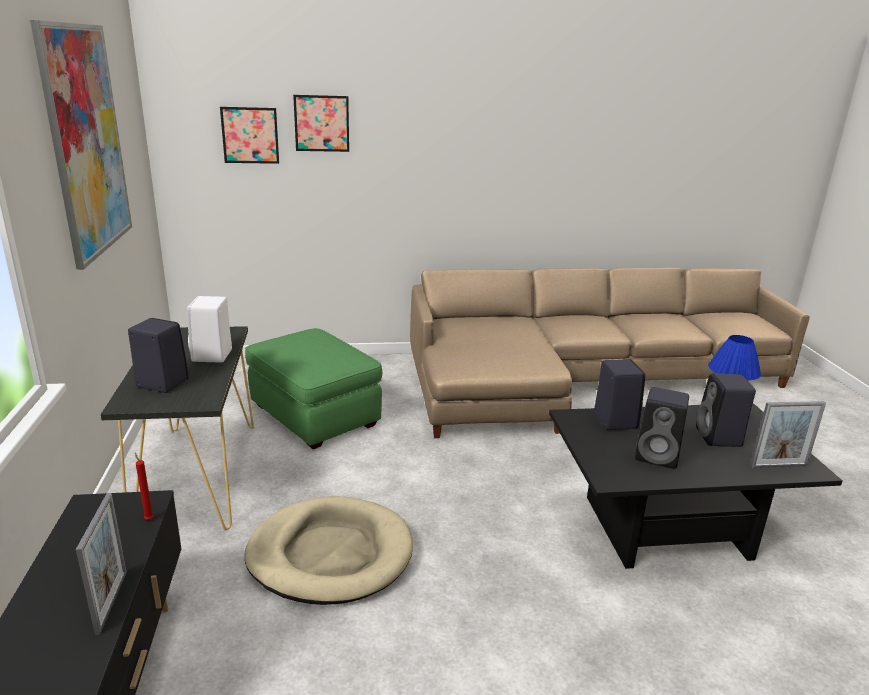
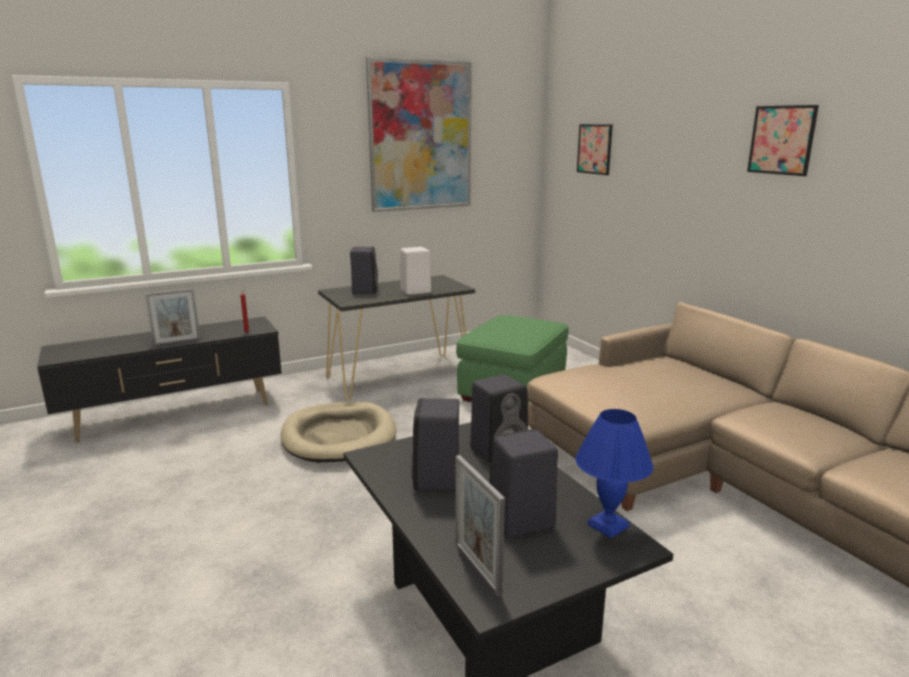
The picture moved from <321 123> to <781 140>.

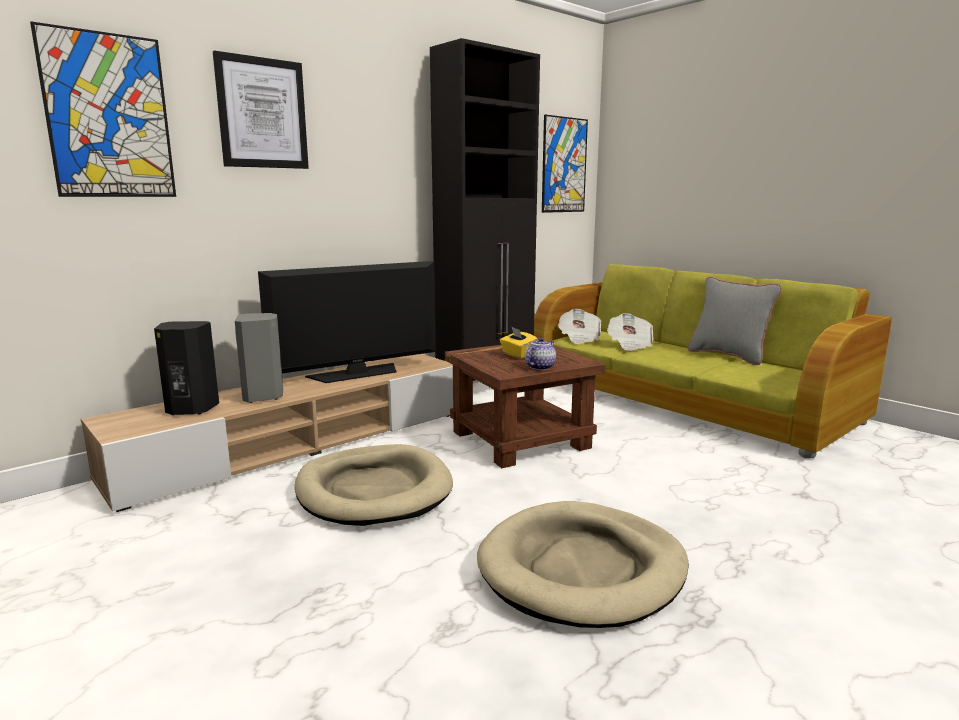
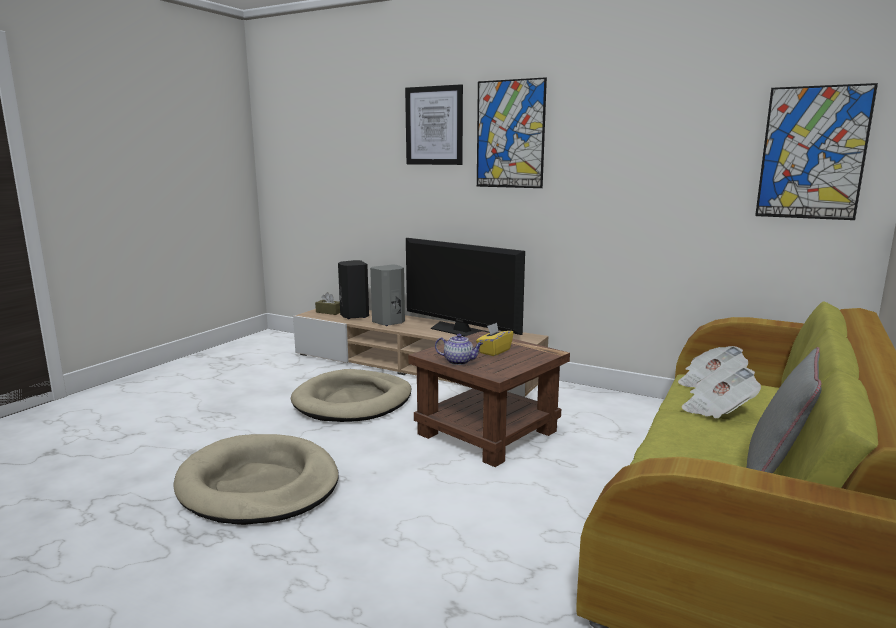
The picture moved from <109 116> to <510 134>.
The cabinet (black) at <486 390> disappeared.
The tissue box (brown) at <329 312> appeared.

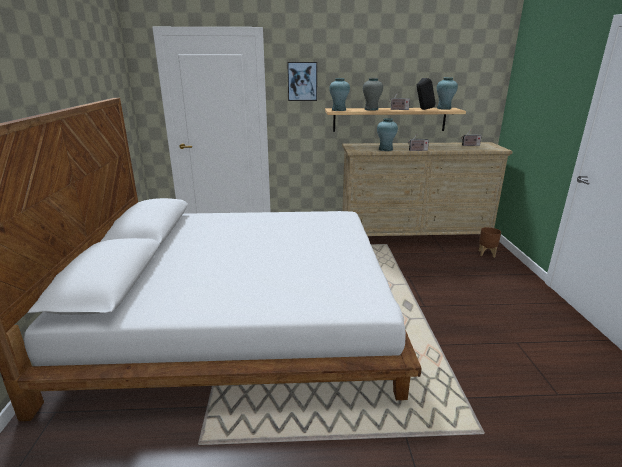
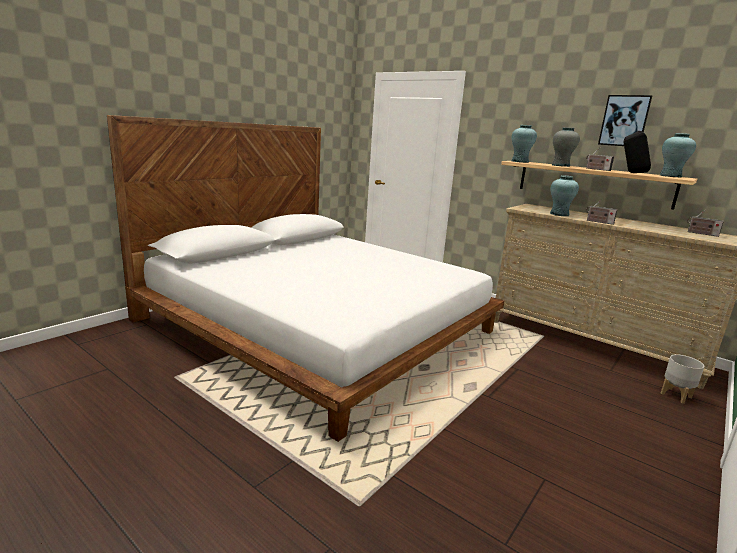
The picture moved from <302 81> to <624 121>.
The planter (brown) at <487 254> became the planter (grey) at <676 395>.

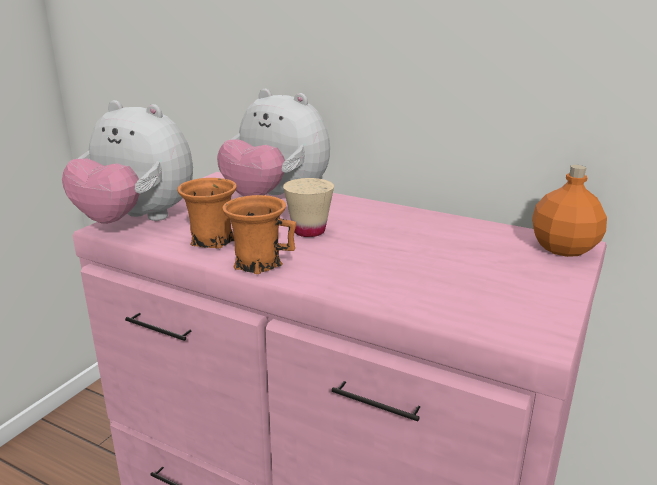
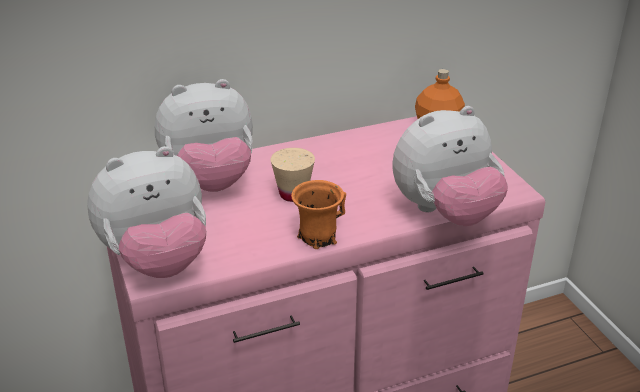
The mug (orange) at <211 240> disappeared.
The plush toy at <445 213> appeared.

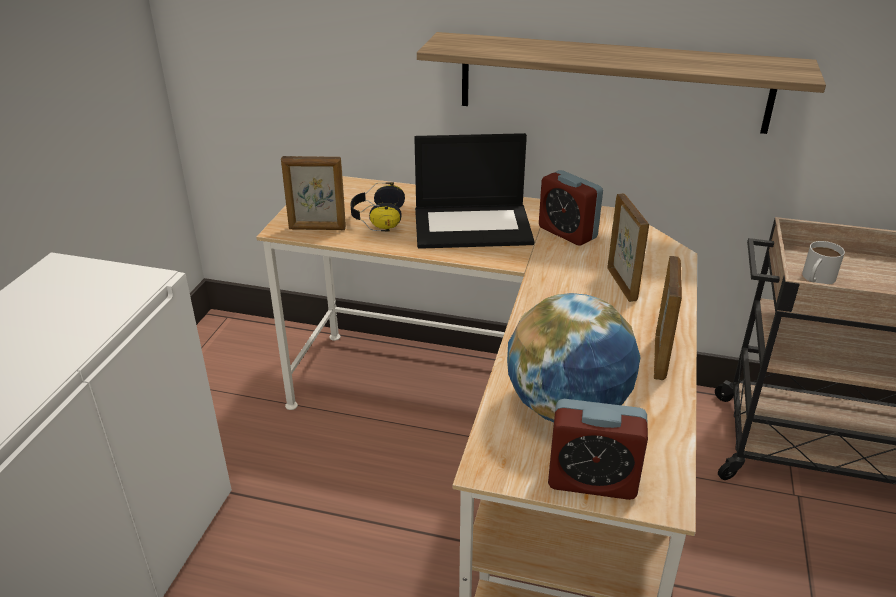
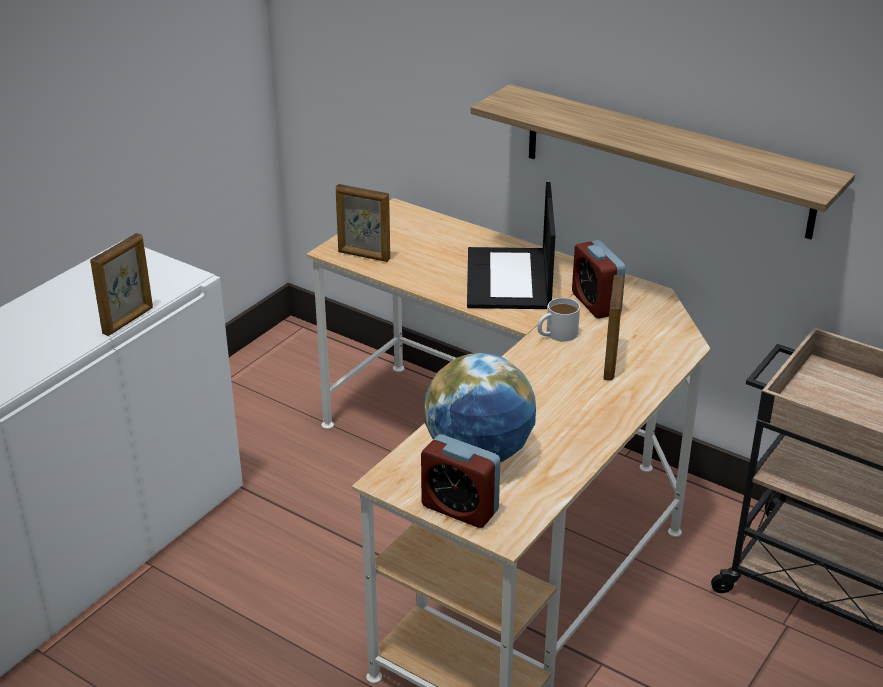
The laptop at <473 226> turned 75 degrees clockwise.
The headphones at <377 218> disappeared.
The mug (white) moved from <816 279> to <556 334>.
The picture frame moved from <660 357> to <129 321>.

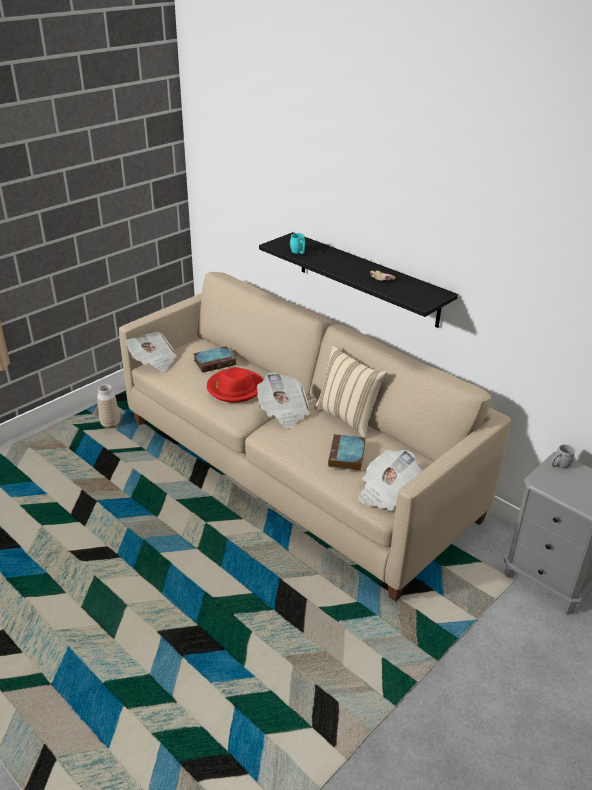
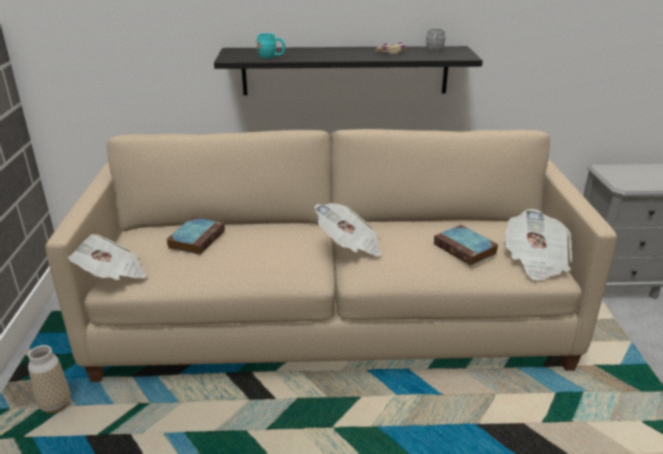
The pillow (beige) at <348 417> disappeared.
The hat (red) at <235 388> disappeared.
The mug (grey) moved from <559 465> to <434 51>.

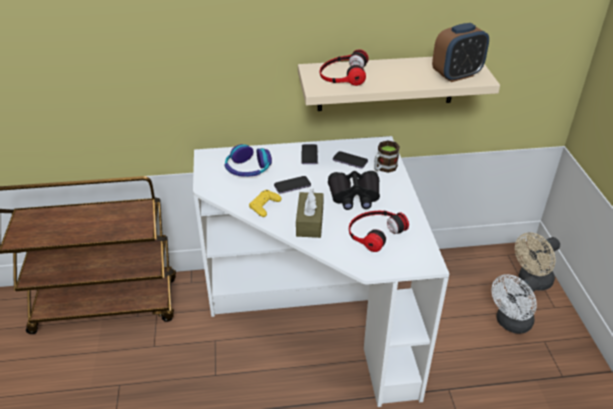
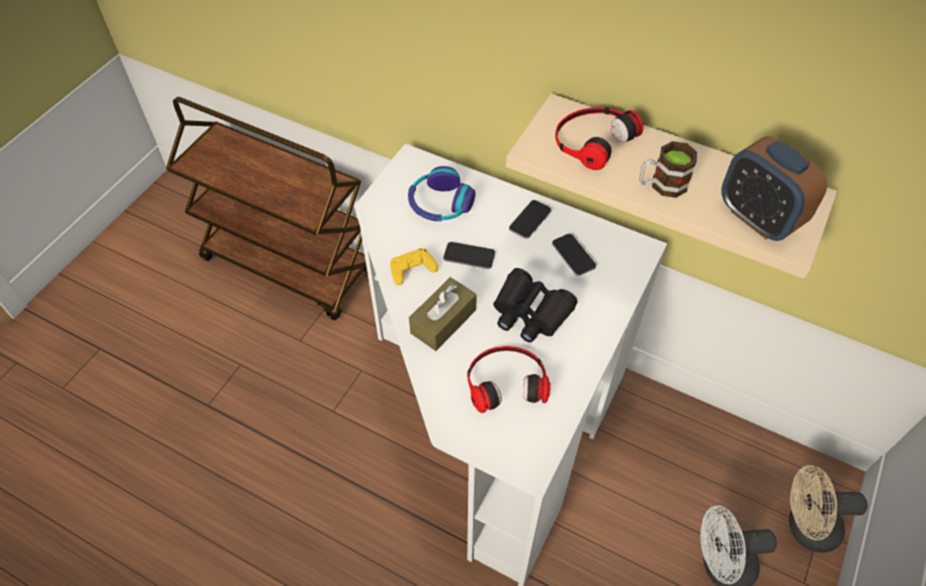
The alarm clock at <456 75> turned 45 degrees clockwise.
The mug moved from <383 168> to <661 185>.

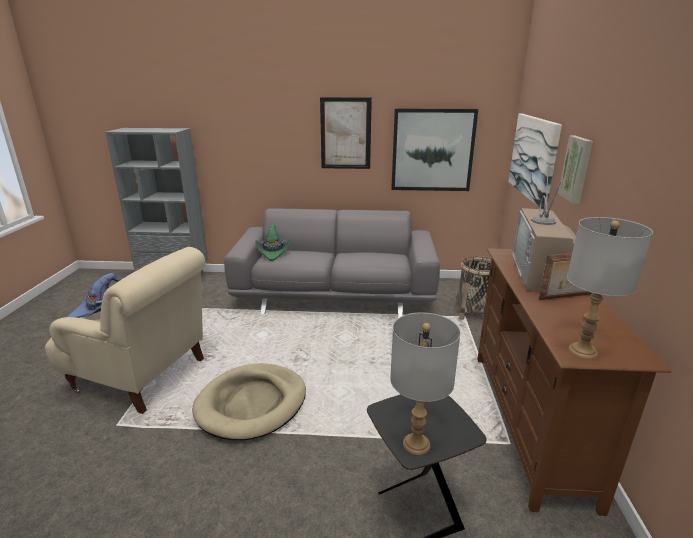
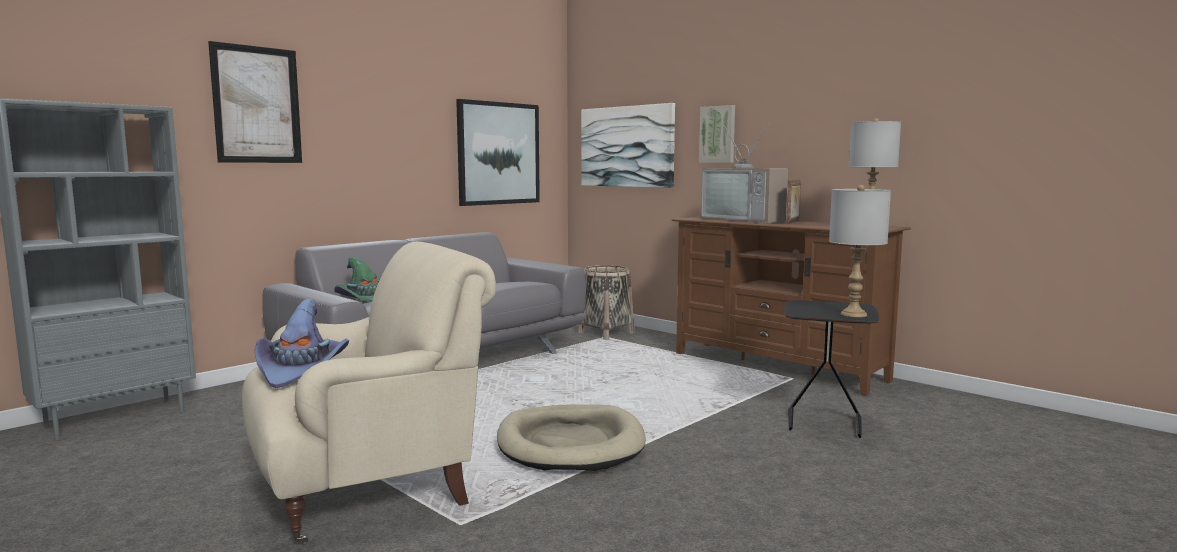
The picture moved from <345 133> to <257 105>.

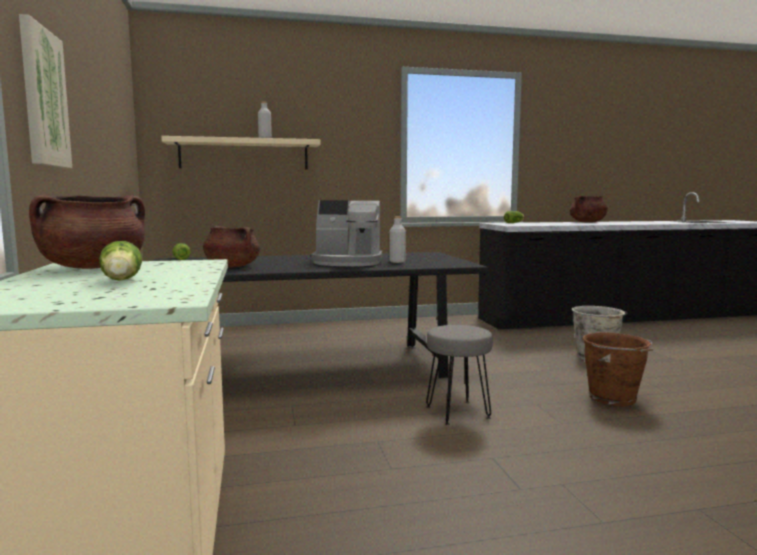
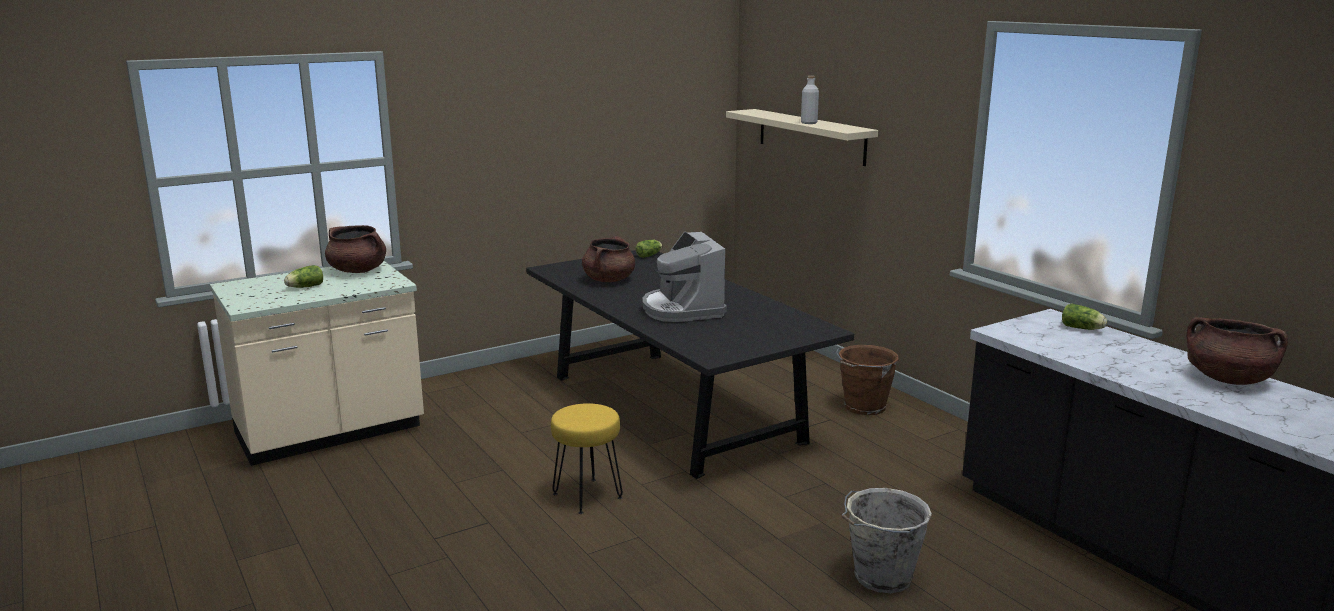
The picture at <43 98> disappeared.
The bottle (grey) at <397 262> disappeared.
The stool (grey) at <457 413> became the stool (yellow) at <586 496>.
The bucket (brown) moved from <614 399> to <863 407>.

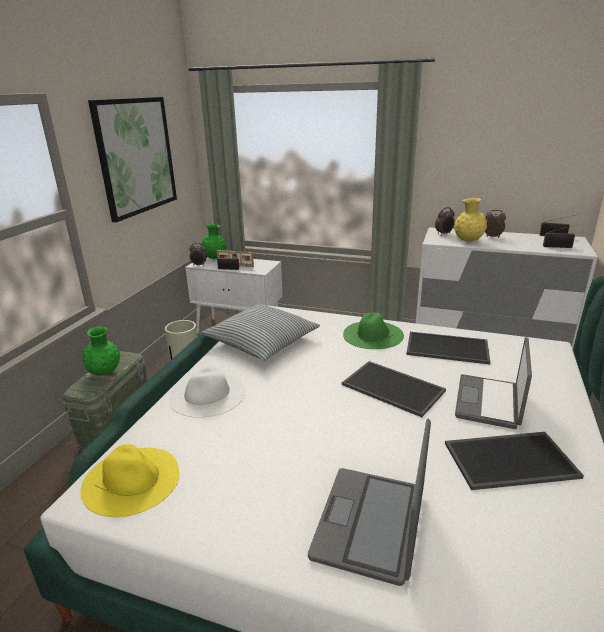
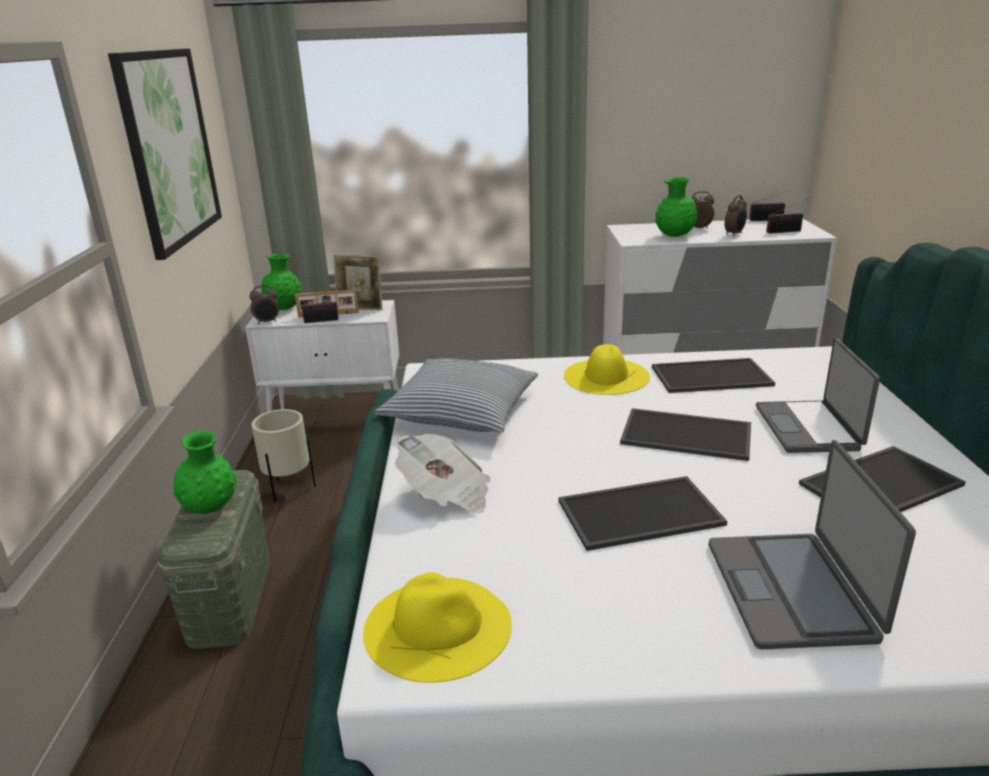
The vase (yellow) at <468 241> became the vase (green) at <674 236>.
The alarm clock moved from <444 234> to <734 234>.
The hat (green) at <373 334> became the hat (yellow) at <606 376>.
The hat (white) at <207 395> was replaced by the newspaper at <446 494>.
The picture frame at <361 309> appeared.
The tray at <639 514> appeared.

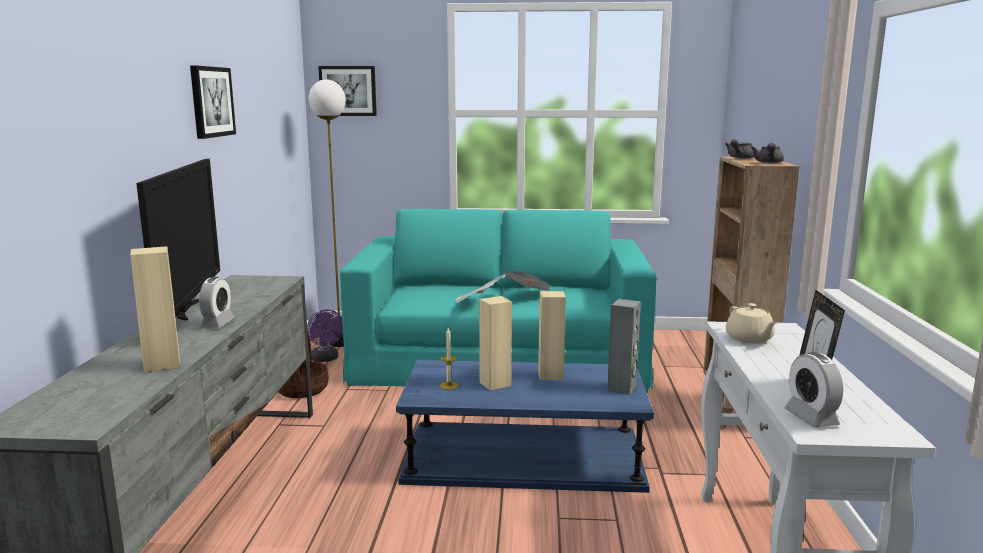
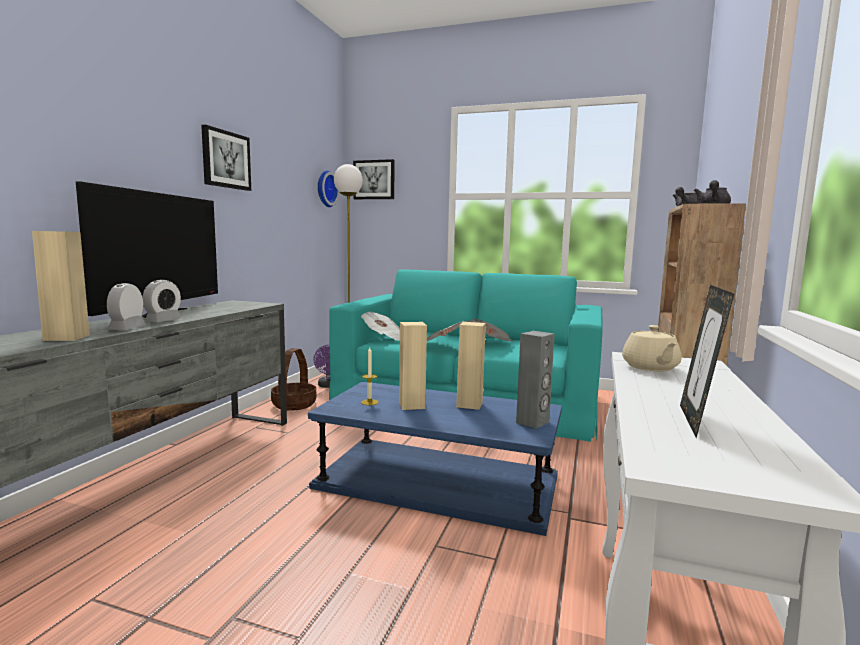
The alarm clock moved from <811 418> to <127 328>.
The wall clock at <325 188> appeared.
The newspaper at <383 337> appeared.

